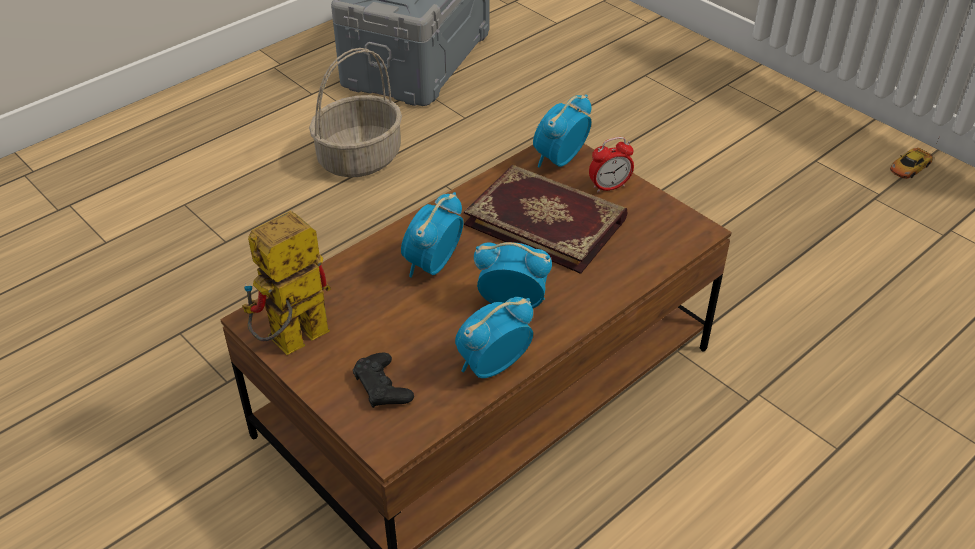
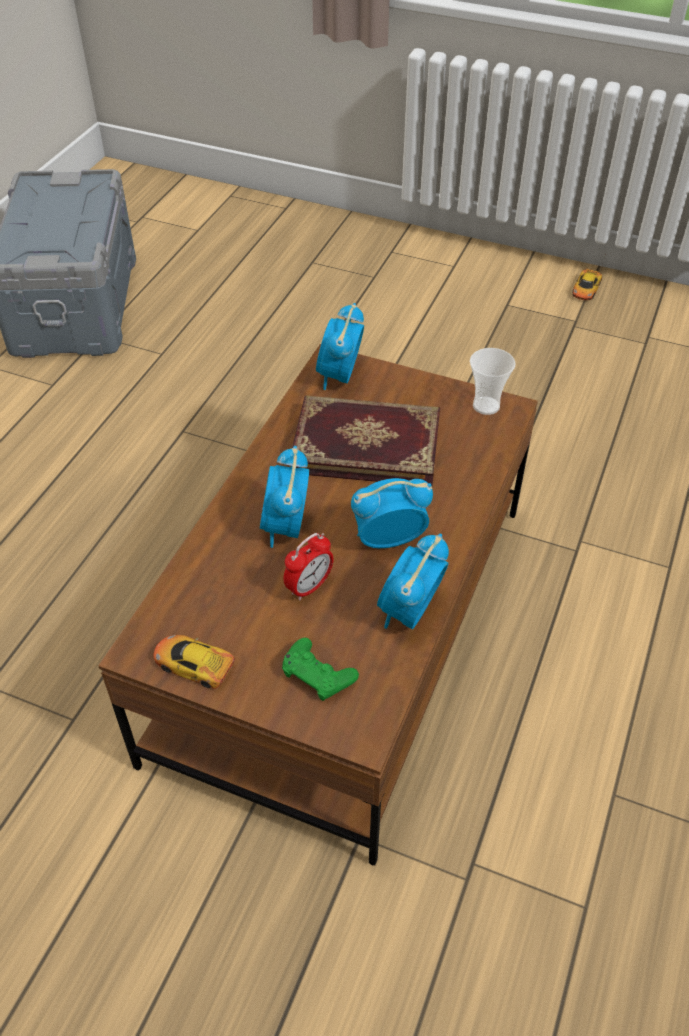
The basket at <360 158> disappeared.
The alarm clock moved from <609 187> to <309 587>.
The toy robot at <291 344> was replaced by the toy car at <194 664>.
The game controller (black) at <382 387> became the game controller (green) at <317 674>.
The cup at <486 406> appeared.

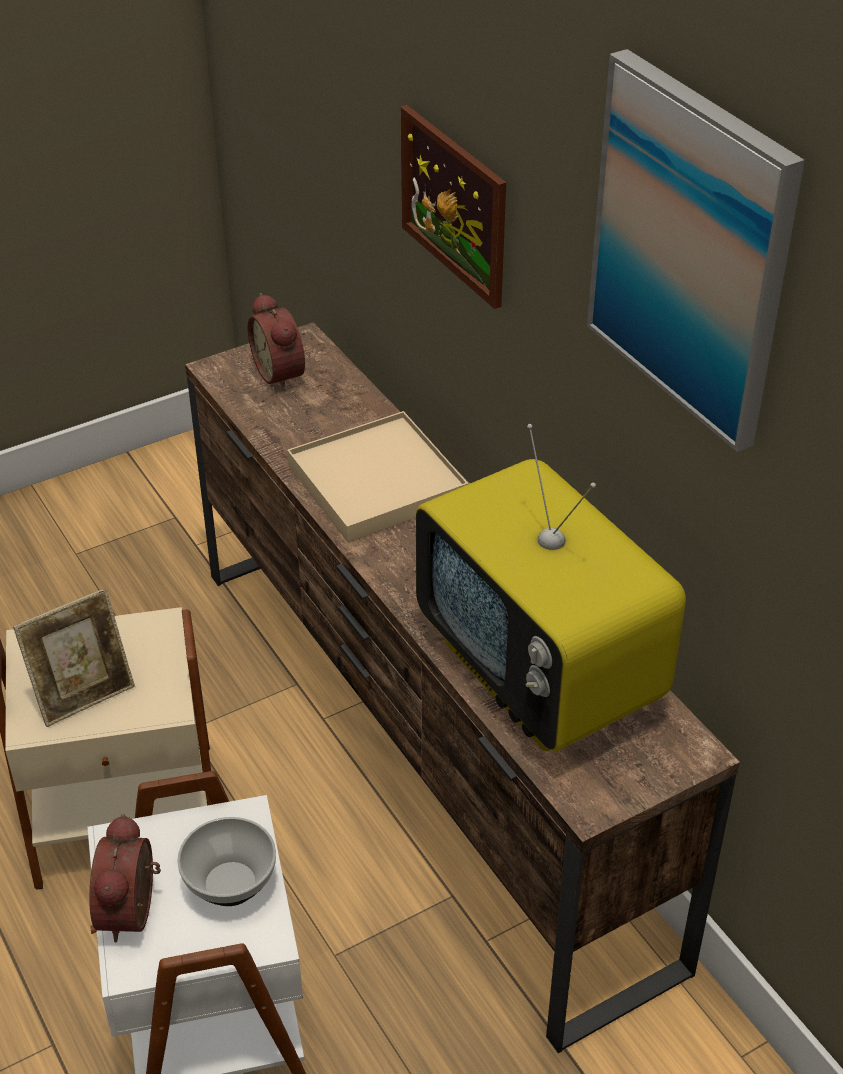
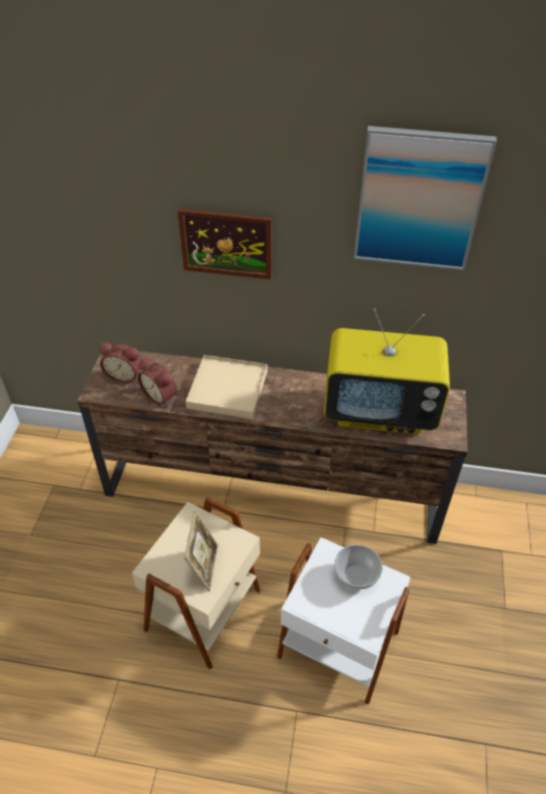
The alarm clock moved from <134 911> to <161 396>.

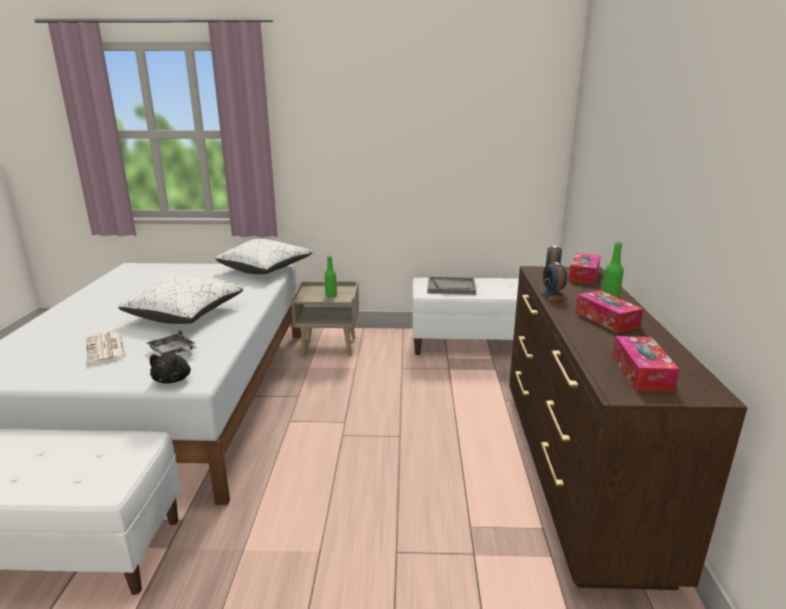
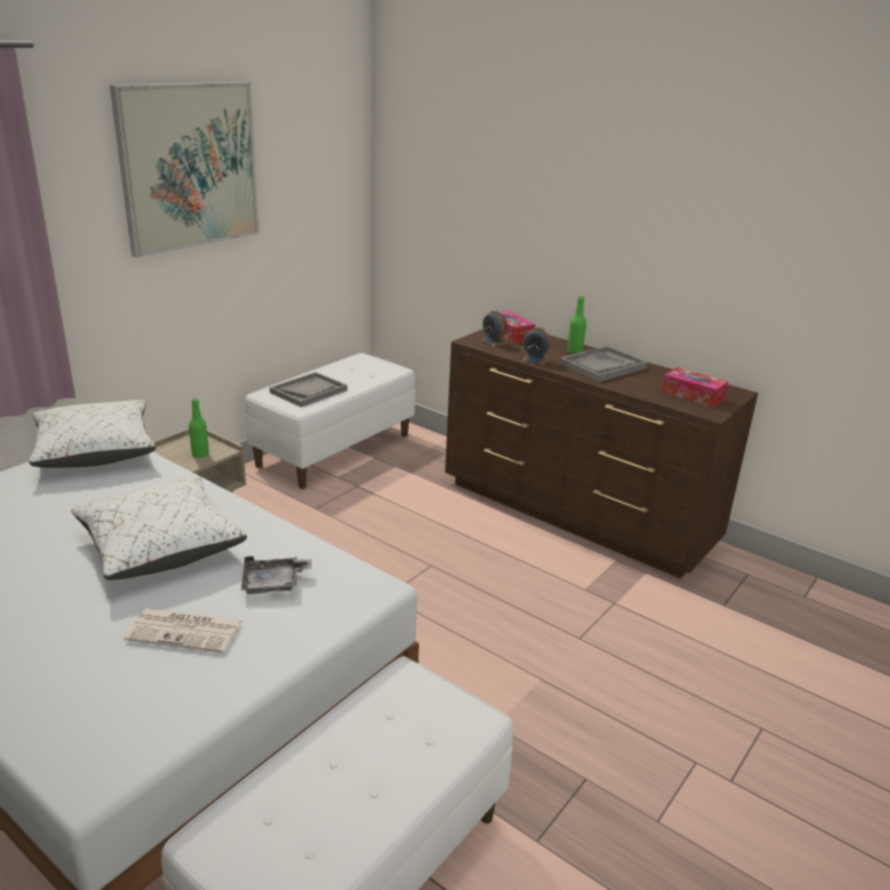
The tissue box at <606 319> was replaced by the tray (grey) at <602 366>.
The plush toy (black) at <173 379> disappeared.
The picture at <189 166> appeared.

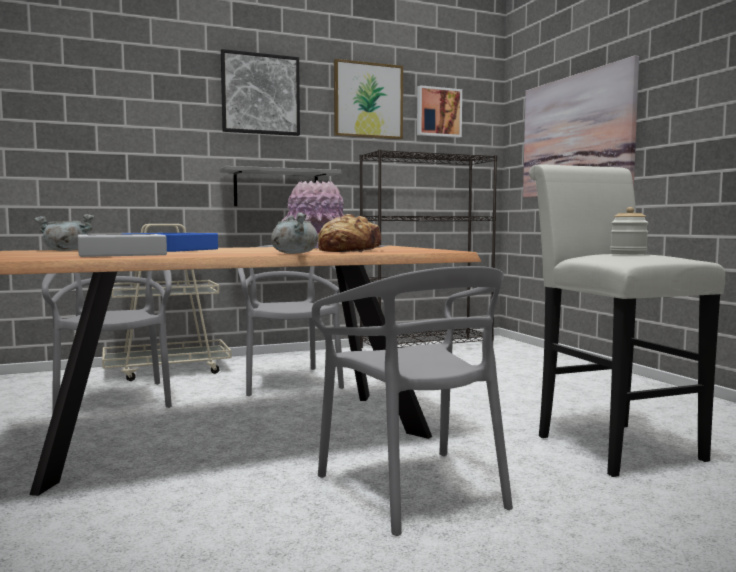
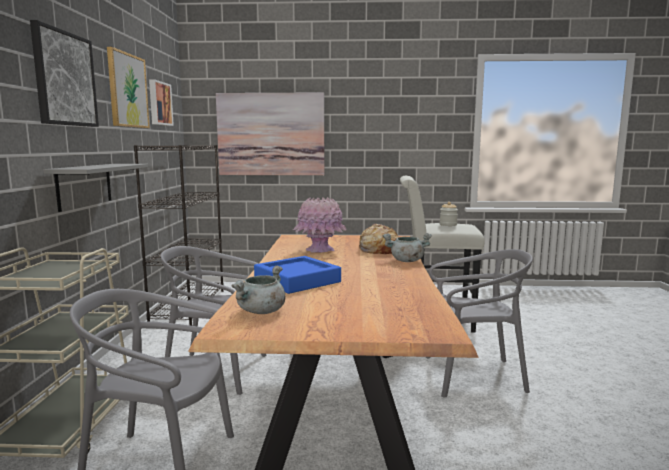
The tray (grey) at <121 254> disappeared.

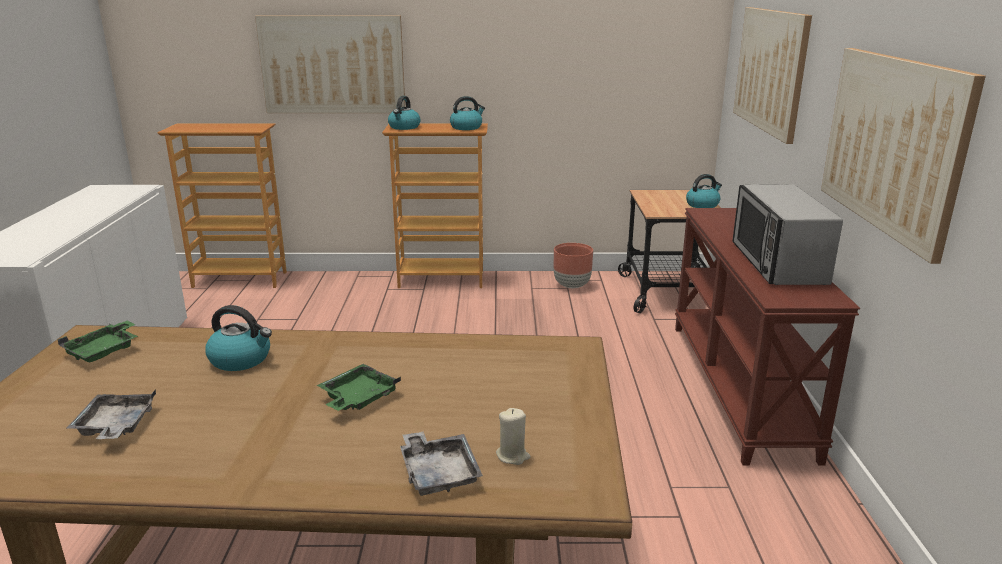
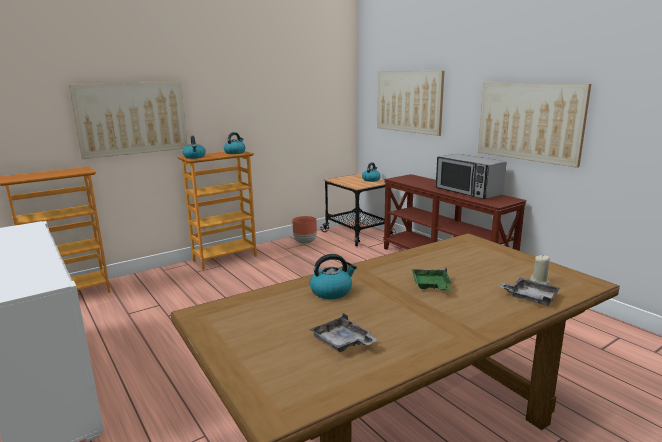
The tray (green) at <104 351> disappeared.

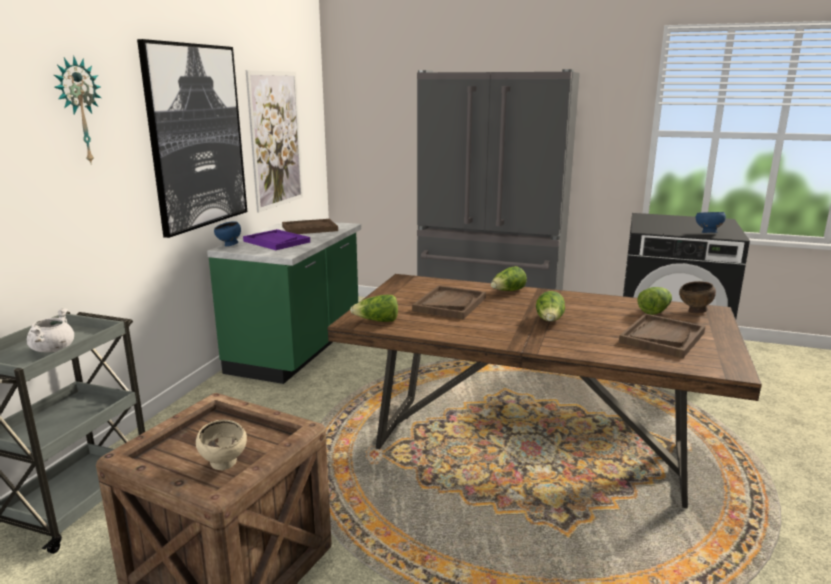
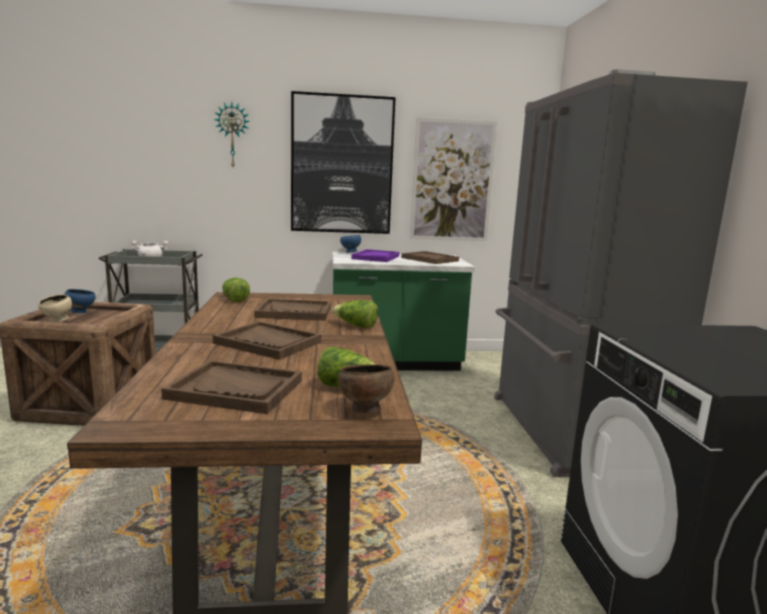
The bowl (blue) moved from <707 233> to <81 312>.
The lettuce at <550 321> was replaced by the tray (brown) at <268 342>.

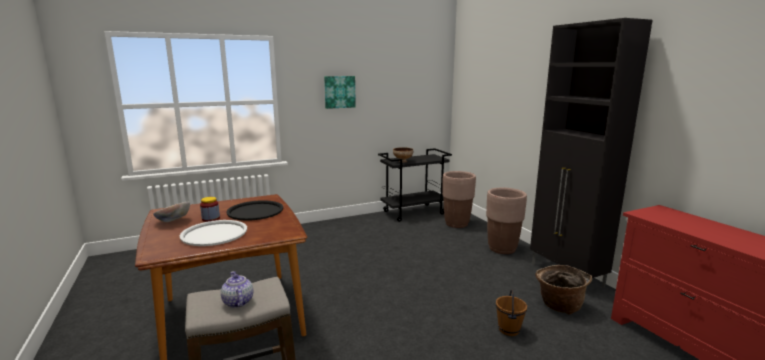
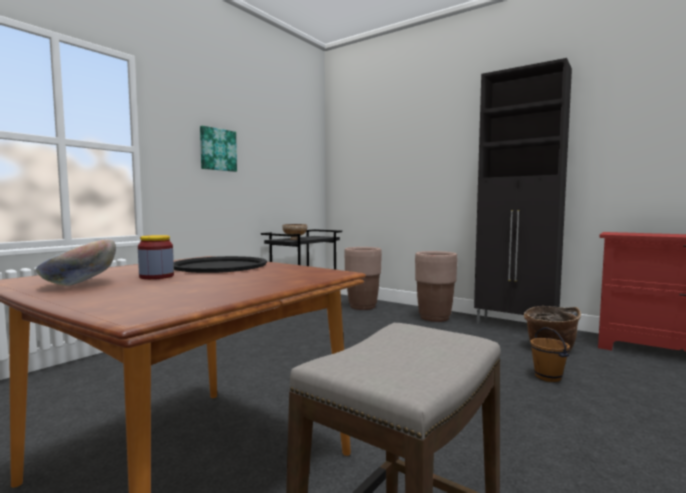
The tray (white) at <214 234> disappeared.
The teapot at <237 302> disappeared.

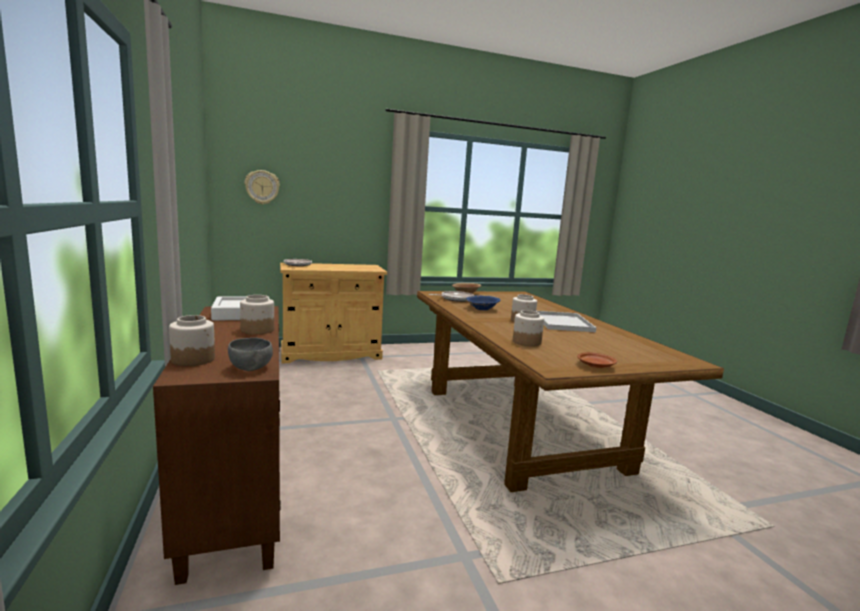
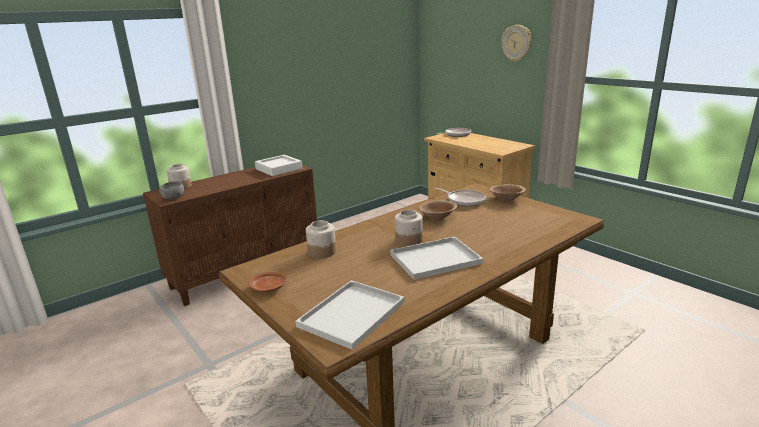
The wall clock moved from <262 187> to <516 43>.
The jar at <257 330> disappeared.
The bowl (blue) at <482 309> became the bowl (brown) at <437 217>.
The tray (white) at <352 313> appeared.

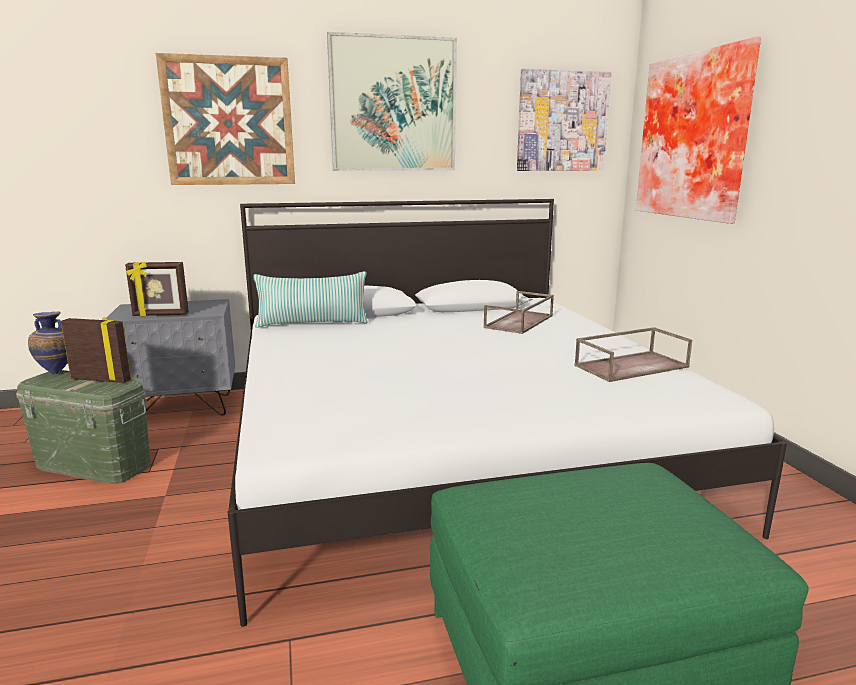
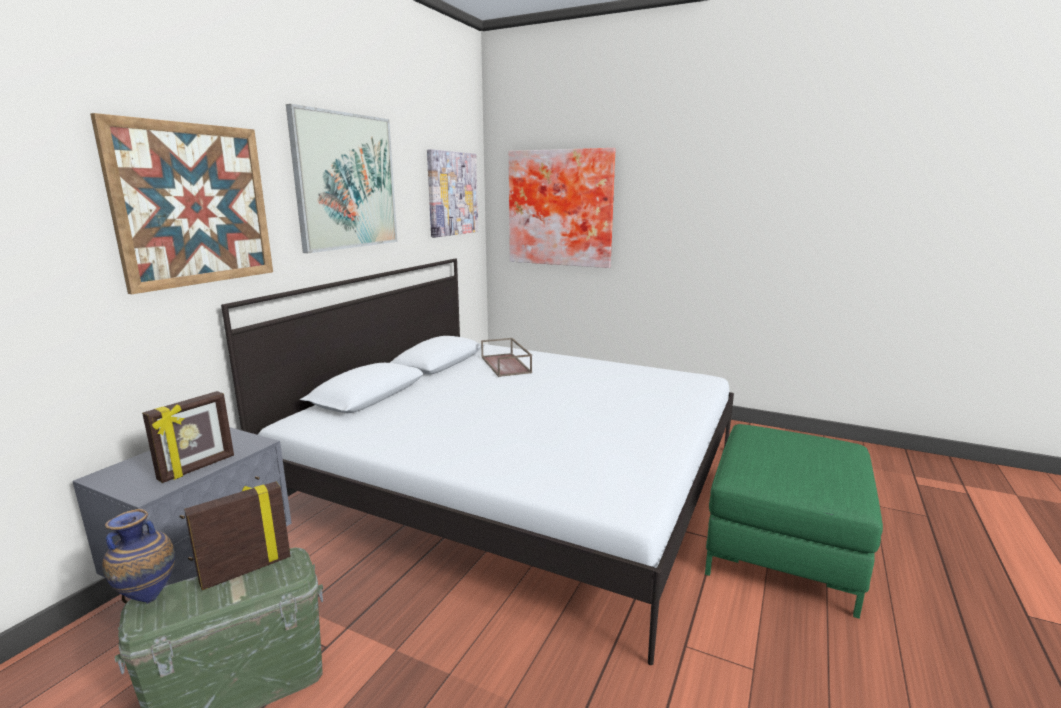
The pillow at <312 323> disappeared.
The tray (brown) at <631 366> disappeared.

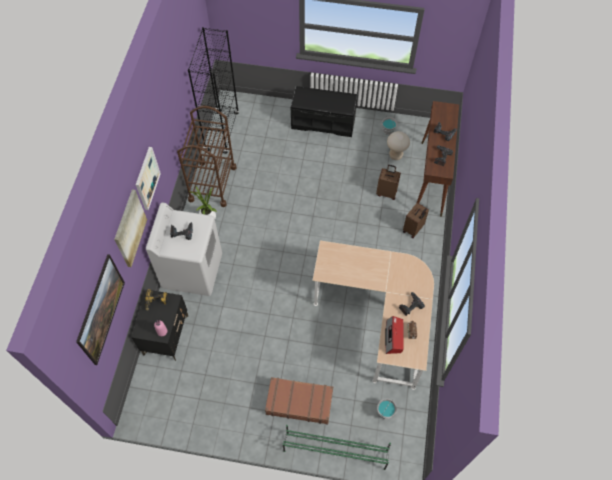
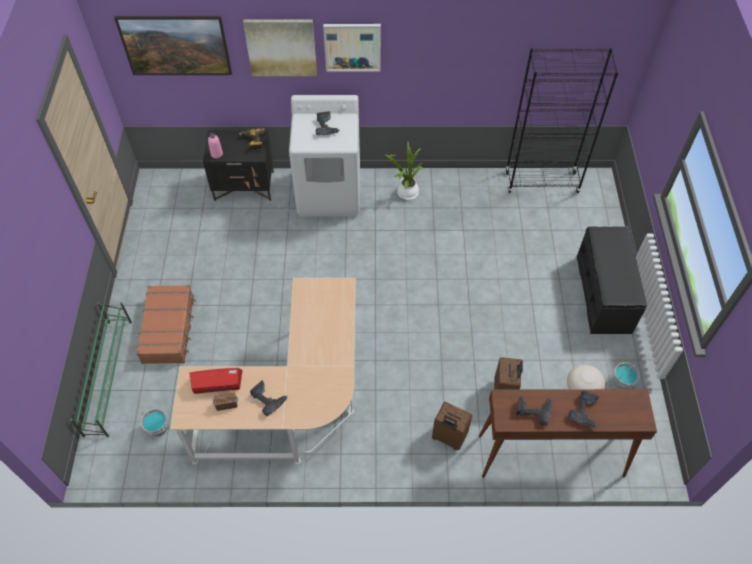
The cart (brown) at <212 183> disappeared.

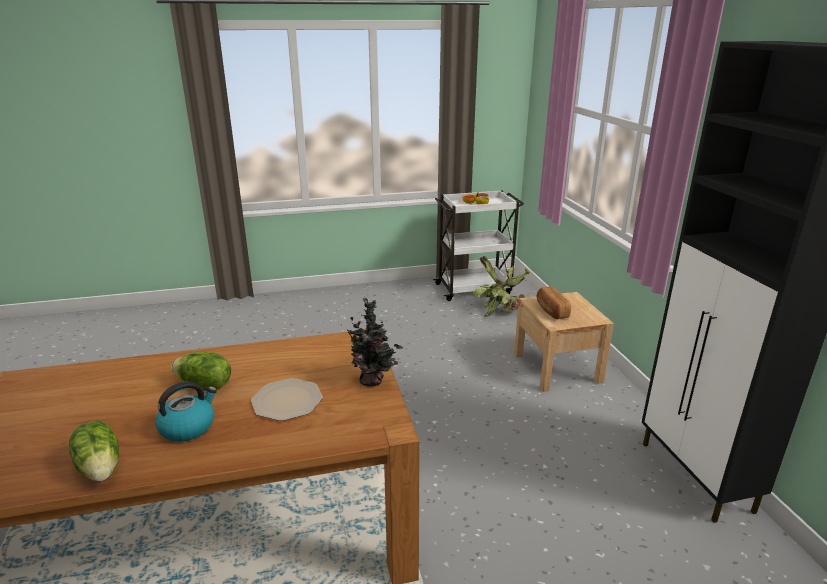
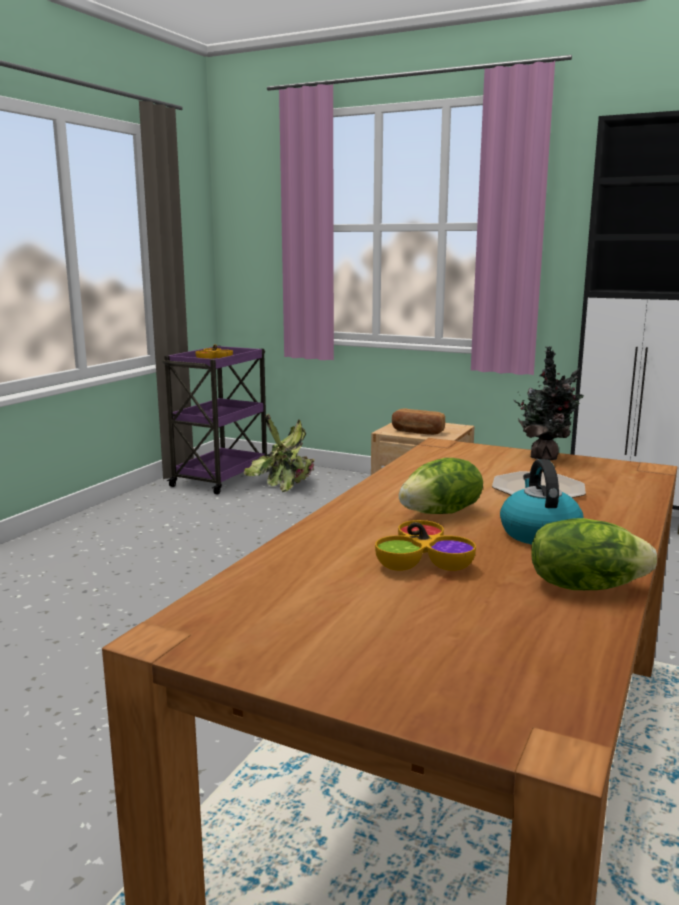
The cart (white) at <474 289> became the cart (purple) at <221 478>.
The bowl at <423 561> appeared.

